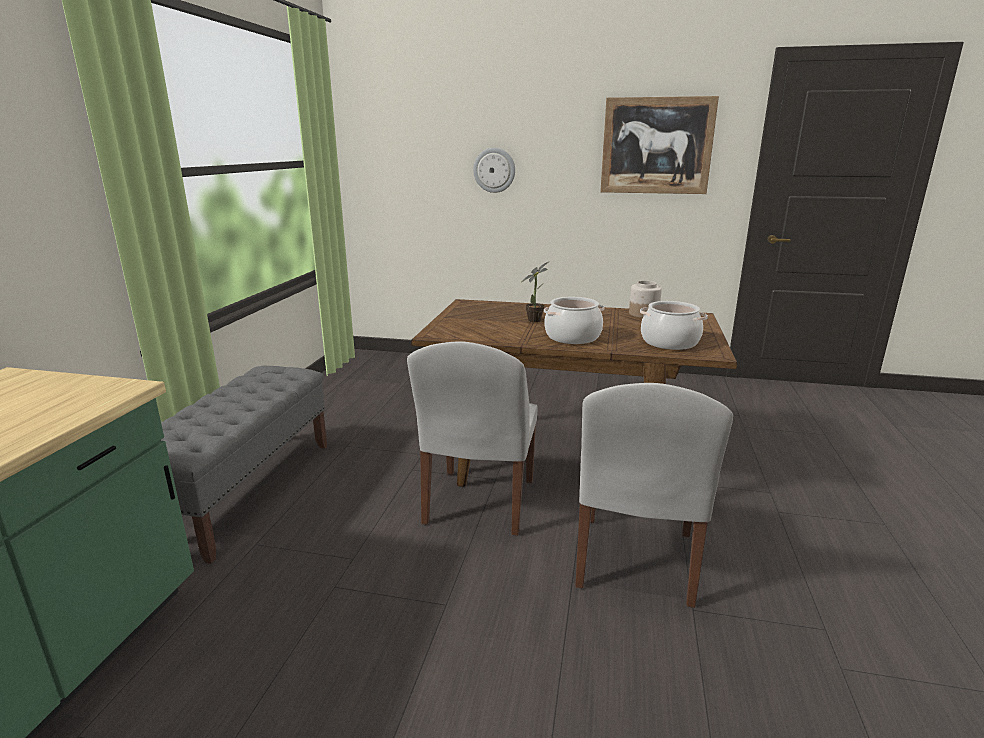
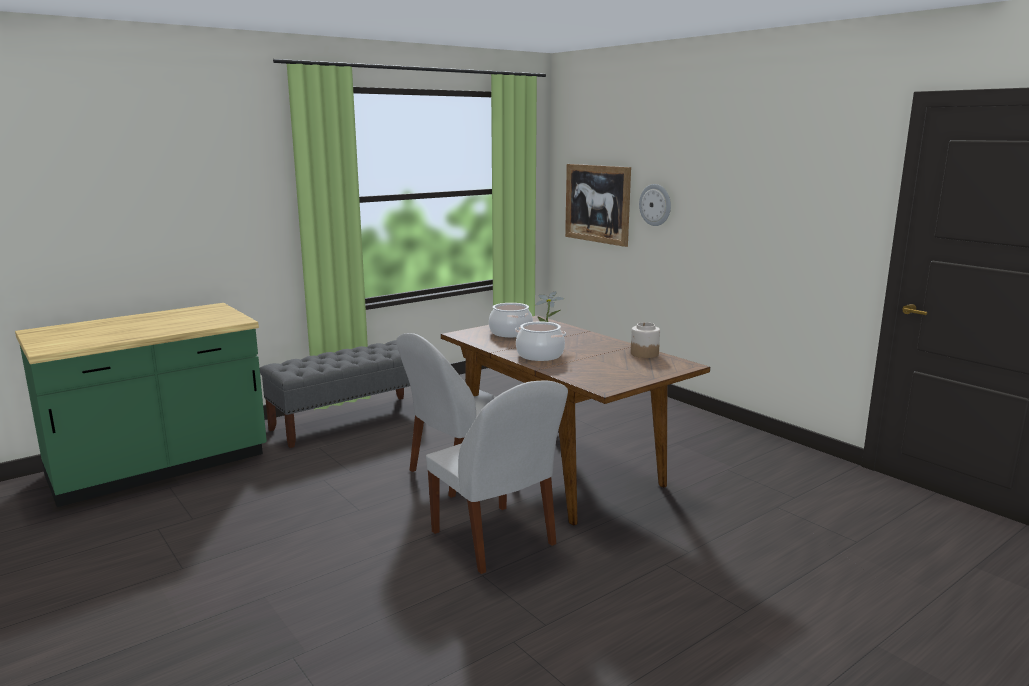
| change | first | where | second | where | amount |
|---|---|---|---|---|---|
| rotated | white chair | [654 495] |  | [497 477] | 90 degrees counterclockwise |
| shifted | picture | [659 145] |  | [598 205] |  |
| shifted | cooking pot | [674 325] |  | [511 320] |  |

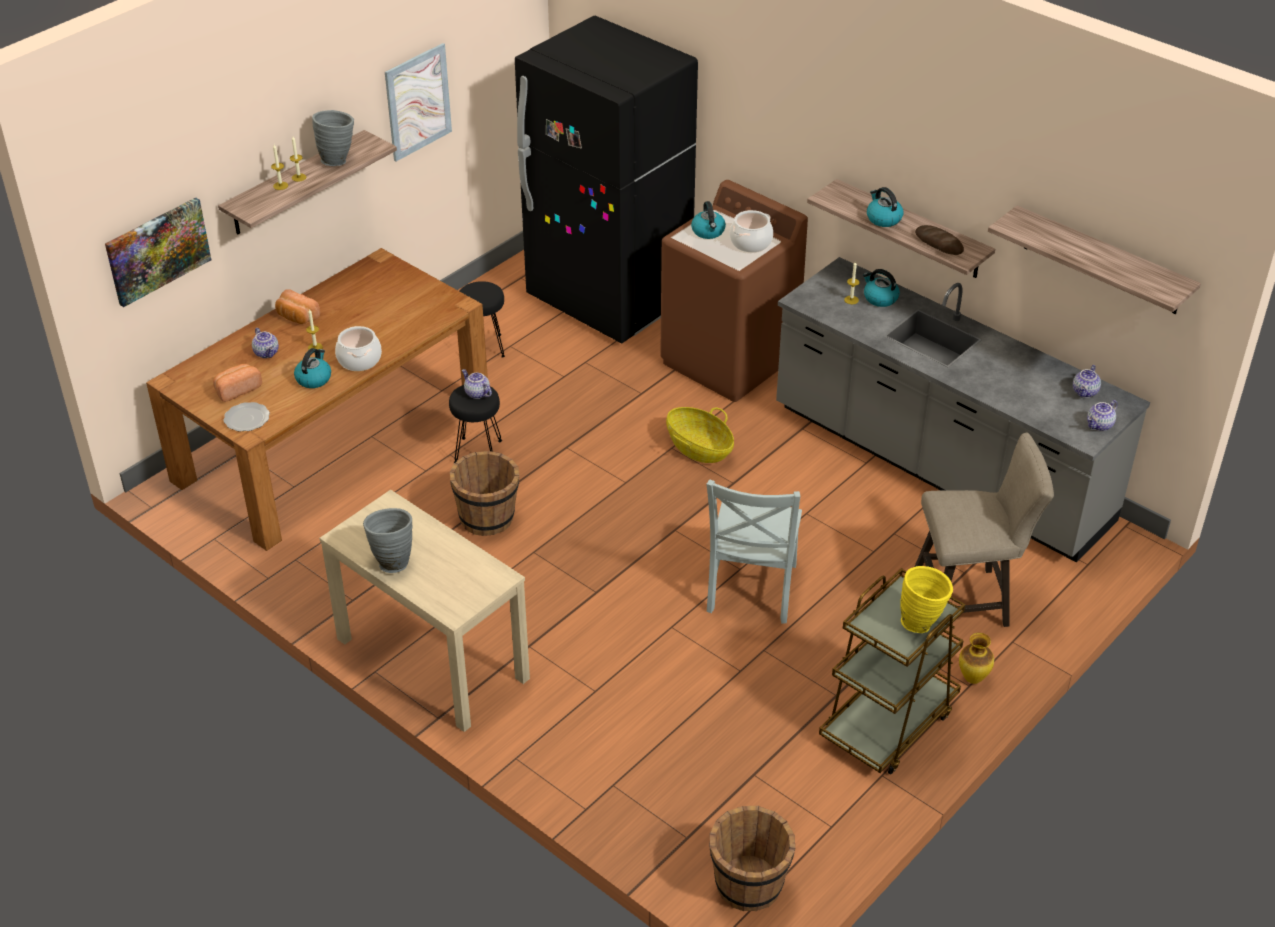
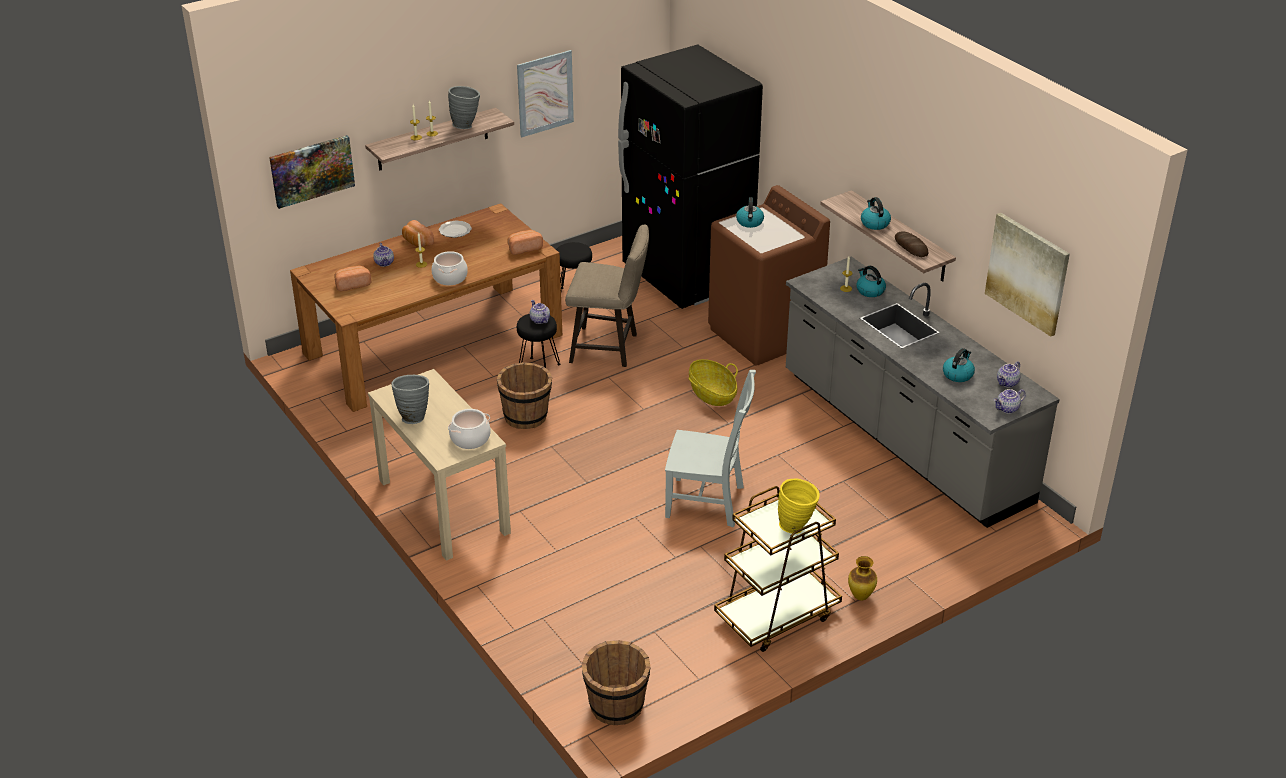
| change | first | where | second | where | amount |
|---|---|---|---|---|---|
| shifted | plate | [246 416] |  | [455 229] |  |
| shifted | kettle | [312 368] |  | [959 365] |  |
| rotated | grey chair | [754 551] |  | [710 448] | 105 degrees counterclockwise |
| shifted | cooking pot | [751 231] |  | [469 429] |  |
| shifted | beige stool | [984 529] |  | [607 296] |  |
| swapped | shelf | [1094 259] | picture | [1027 275] |  |
| new |  |  | bread | [525 242] |  |

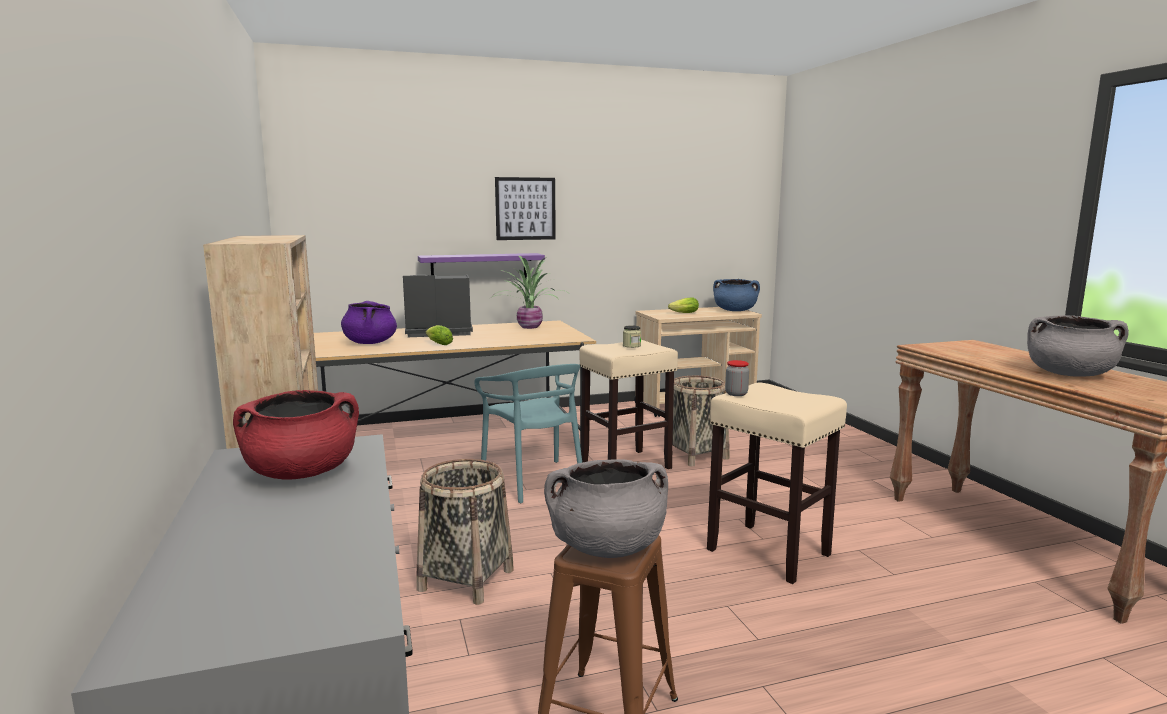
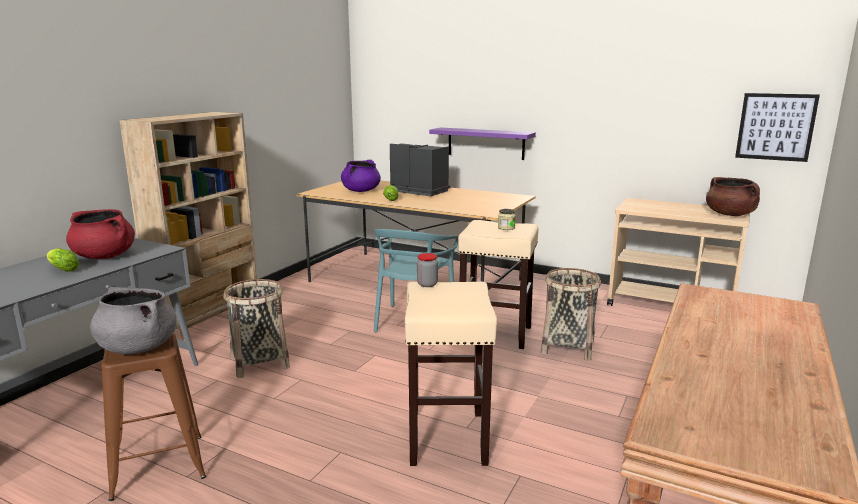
| change | first | where | second | where | amount |
|---|---|---|---|---|---|
| gone | potted plant | [527 292] |  |  |  |
| shifted | picture | [525 208] |  | [777 127] |  |
| shifted | lettuce | [683 305] |  | [63 260] |  |
| repainted | blue cooking pot | [736 295] | brown cooking pot | [733 196] |  |
| gone | grey cooking pot | [1078 346] |  |  |  |

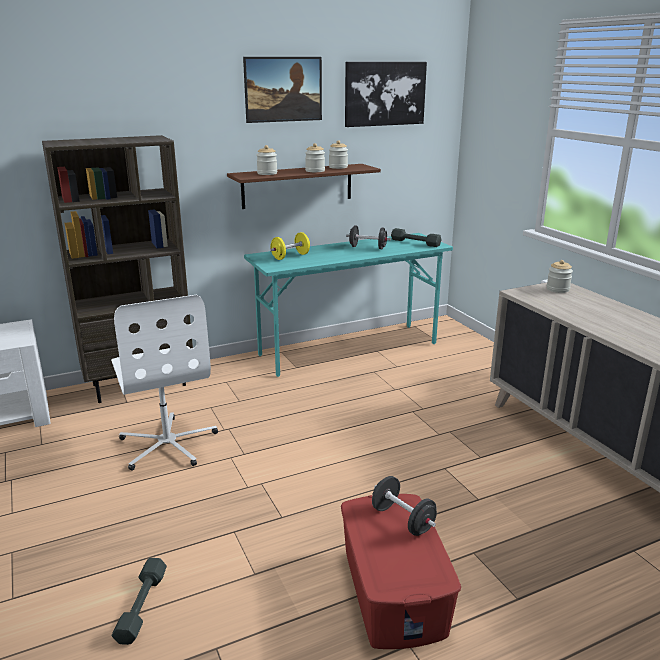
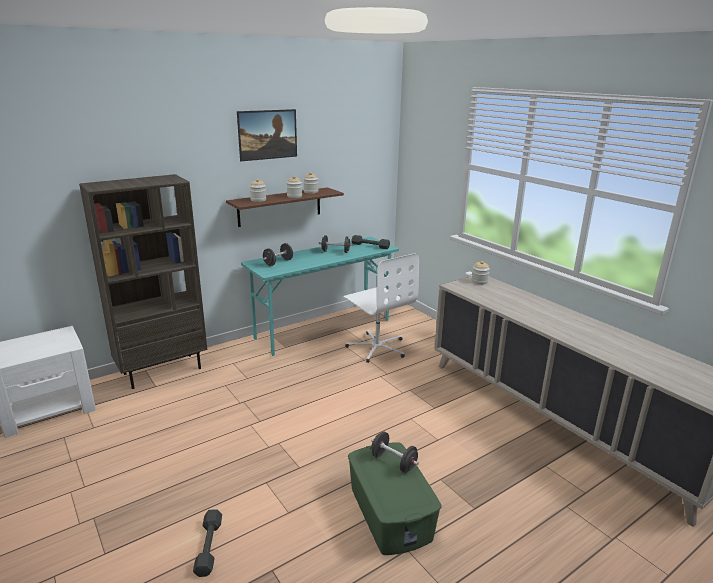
| change | first | where | second | where | amount |
|---|---|---|---|---|---|
| shifted | white office chair | [164 383] |  | [381 308] |  |
| repainted | yellow dumbbell | [290 246] | black dumbbell | [278 254] |  |
| repainted | red storage box | [401 571] | green storage box | [395 498] |  |
| gone | picture | [386 94] |  |  |  |

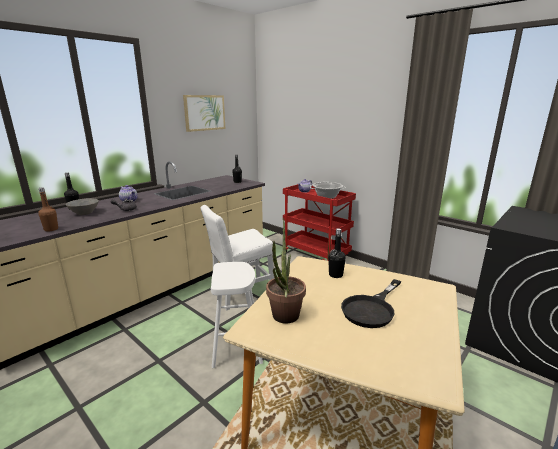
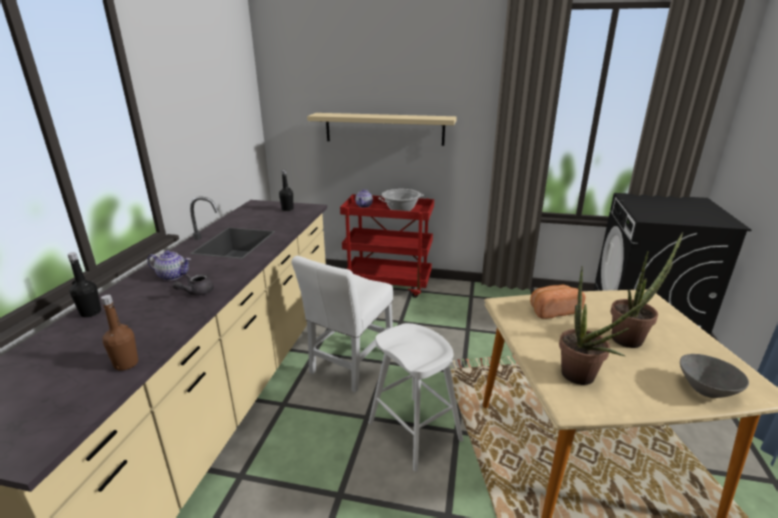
| change | first | where | second | where | amount |
|---|---|---|---|---|---|
| shifted | grey bowl | [82 206] |  | [714 376] |  |
| gone | picture | [204 113] |  |  |  |
| swapped | black bottle | [337 253] | bread | [558 302] |  |
| swapped | black frying pan | [371 303] | potted plant | [647 290] |  |
| new |  |  | beige shelf | [382 129] |  |

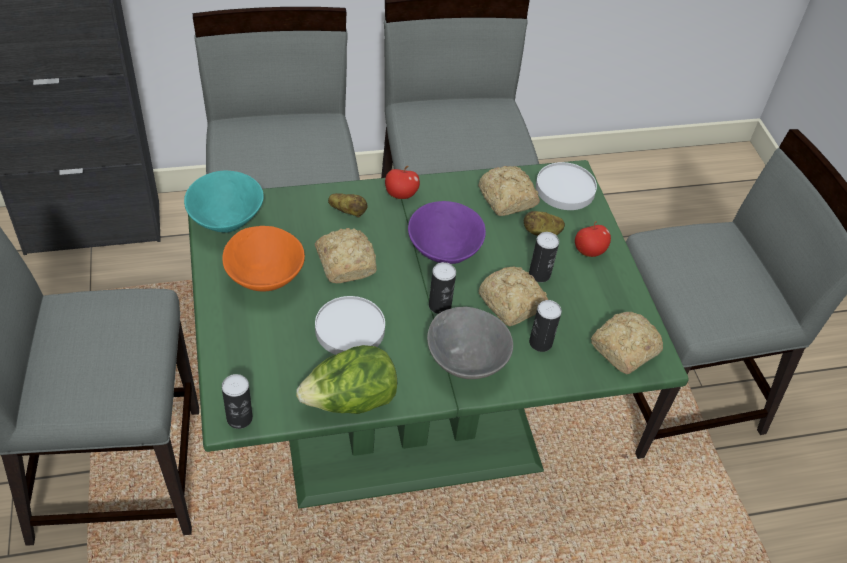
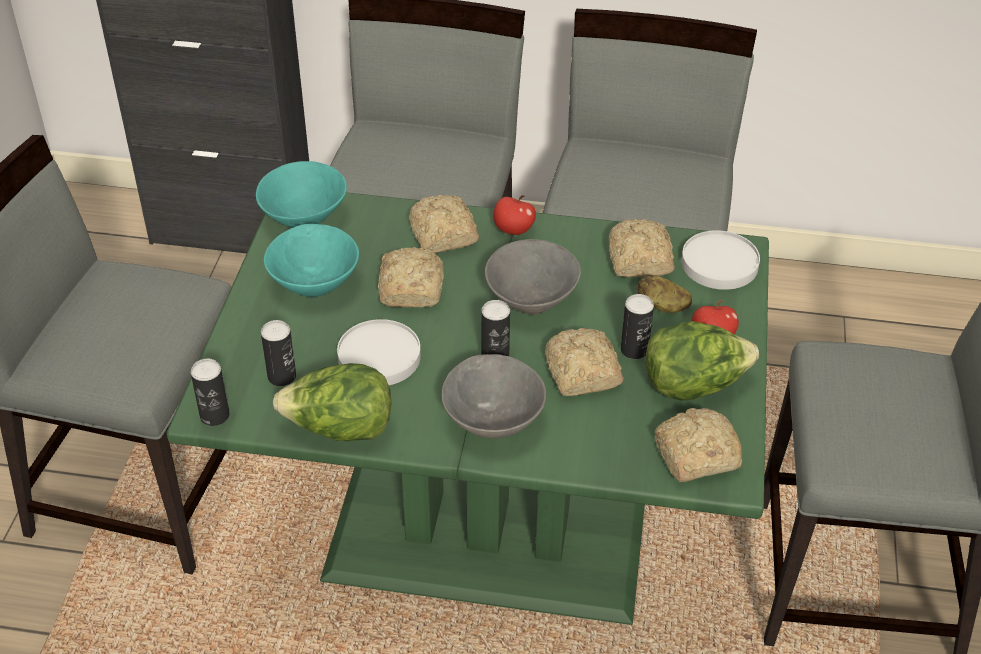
| change | first | where | second | where | amount |
|---|---|---|---|---|---|
| repainted | orange bowl | [263 259] | turquoise bowl | [311 260] |  |
| swapped | potato | [348 205] | bread | [444 224] |  |
| repainted | purple bowl | [447 232] | grey bowl | [533 277] |  |
| shifted | can | [545 326] |  | [278 353] |  |
| new |  |  | lettuce | [702 361] |  |

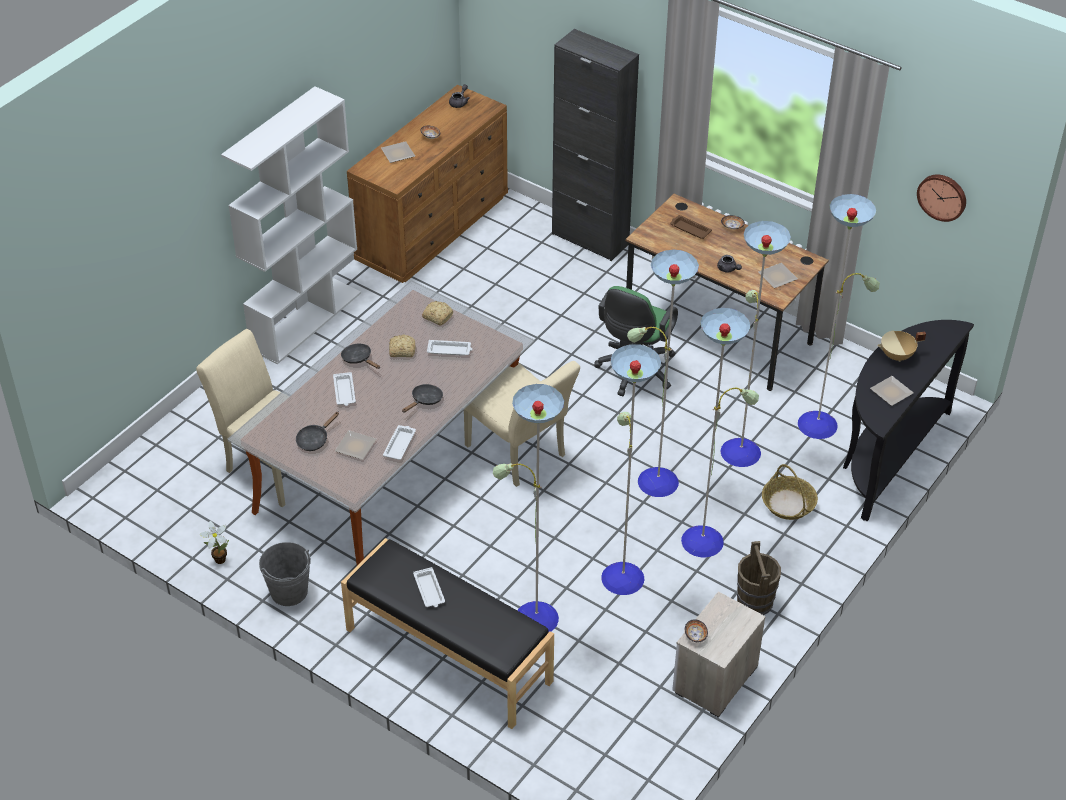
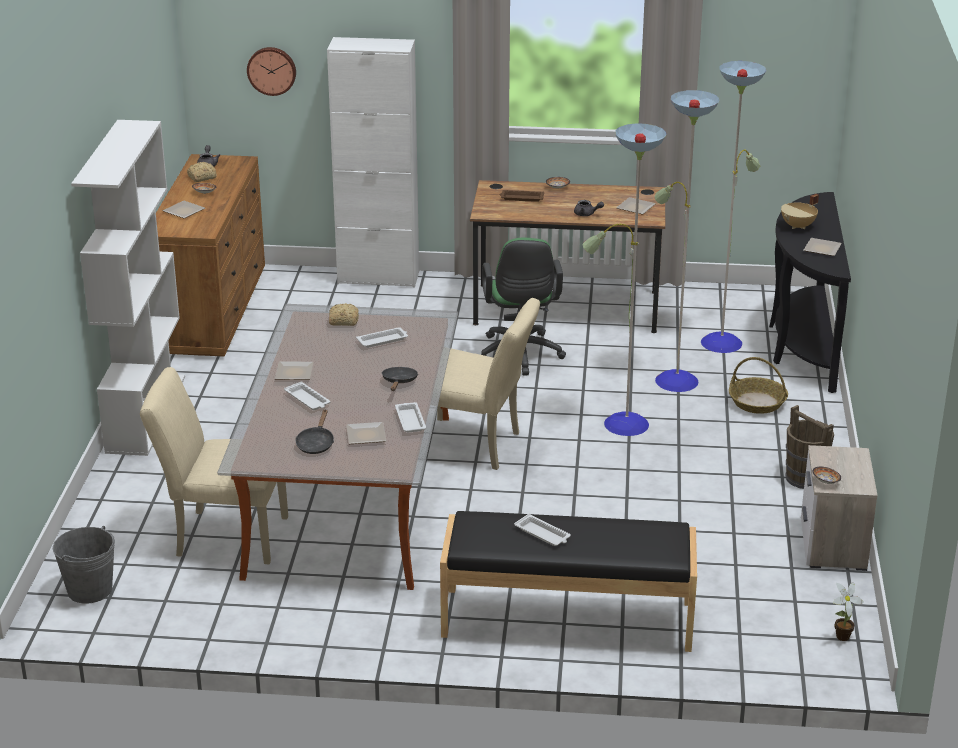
| change | first | where | second | where | amount |
|---|---|---|---|---|---|
| shifted | potted plant | [214 542] |  | [848 611] |  |
| shifted | grey bucket | [285 574] |  | [84 565] |  |
| swapped | black frying pan | [360 356] | plate | [294 370] |  |
| shifted | bread | [402 345] |  | [202 172] |  |
| gone | floor lamp | [626 470] |  |  |  |
| repainted | black cabinet | [595 145] | white cabinet | [373 162] |  |
| shifted | wall clock | [941 198] |  | [271 71] |  |

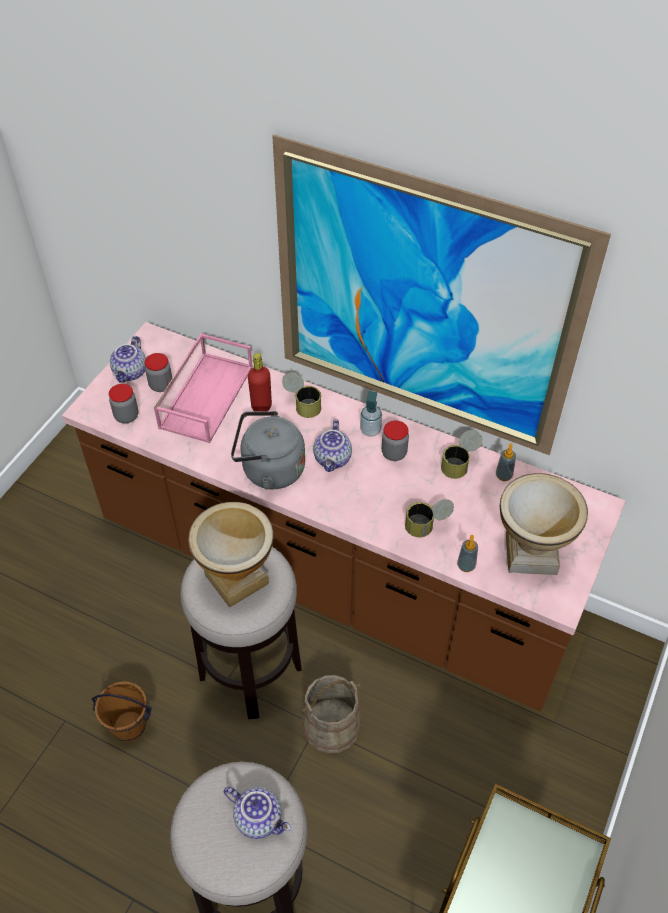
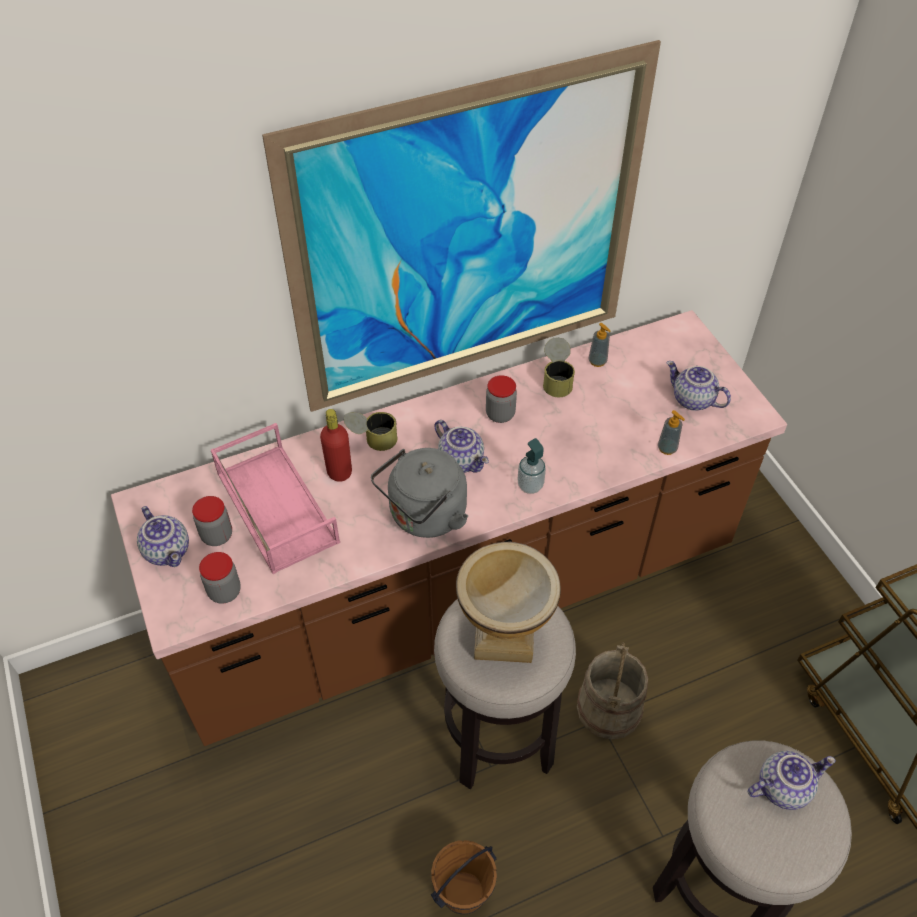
| change | first | where | second | where | amount |
|---|---|---|---|---|---|
| shifted | soap dispenser | [371 414] |  | [531 466] |  |
| gone | can | [429 518] |  |  |  |
| swapped | vase | [543 524] | teapot | [699 386] |  |

